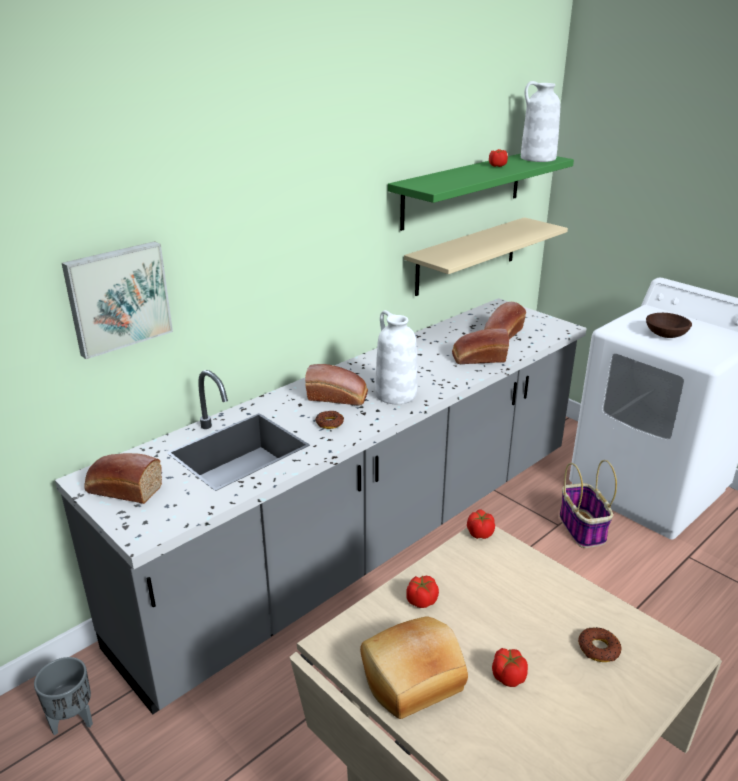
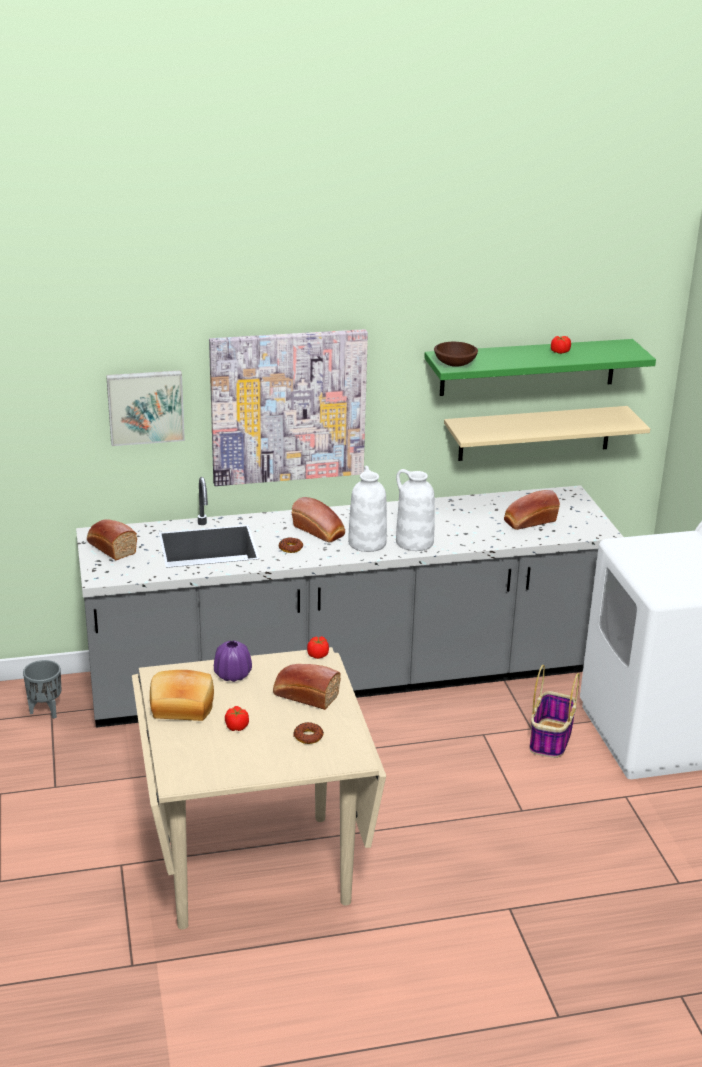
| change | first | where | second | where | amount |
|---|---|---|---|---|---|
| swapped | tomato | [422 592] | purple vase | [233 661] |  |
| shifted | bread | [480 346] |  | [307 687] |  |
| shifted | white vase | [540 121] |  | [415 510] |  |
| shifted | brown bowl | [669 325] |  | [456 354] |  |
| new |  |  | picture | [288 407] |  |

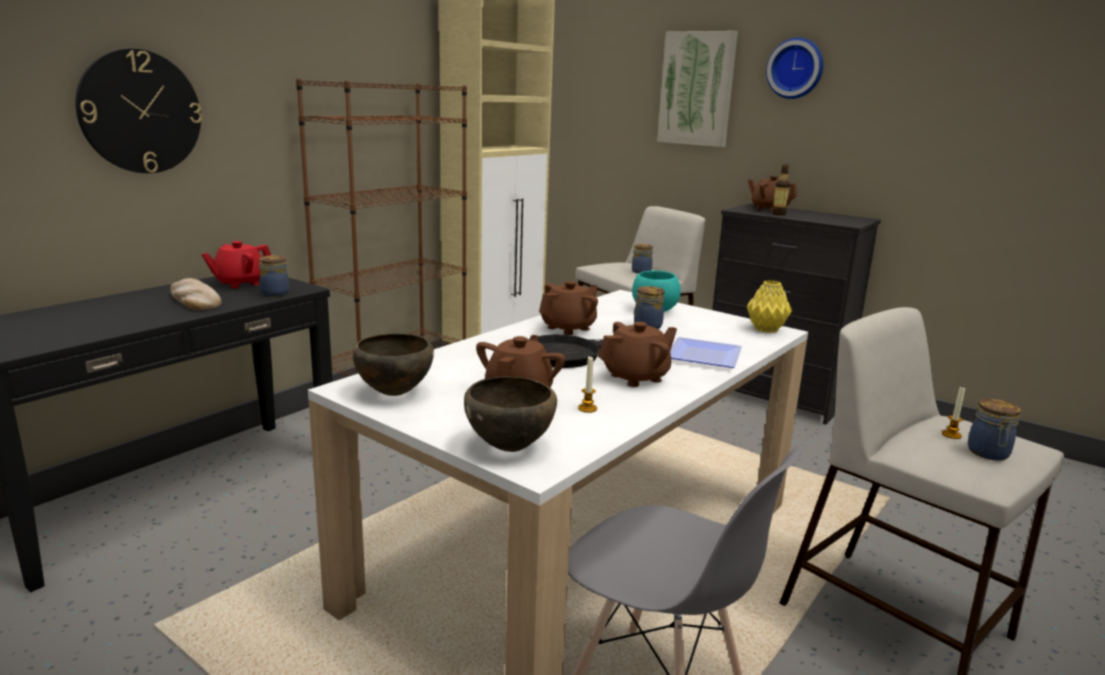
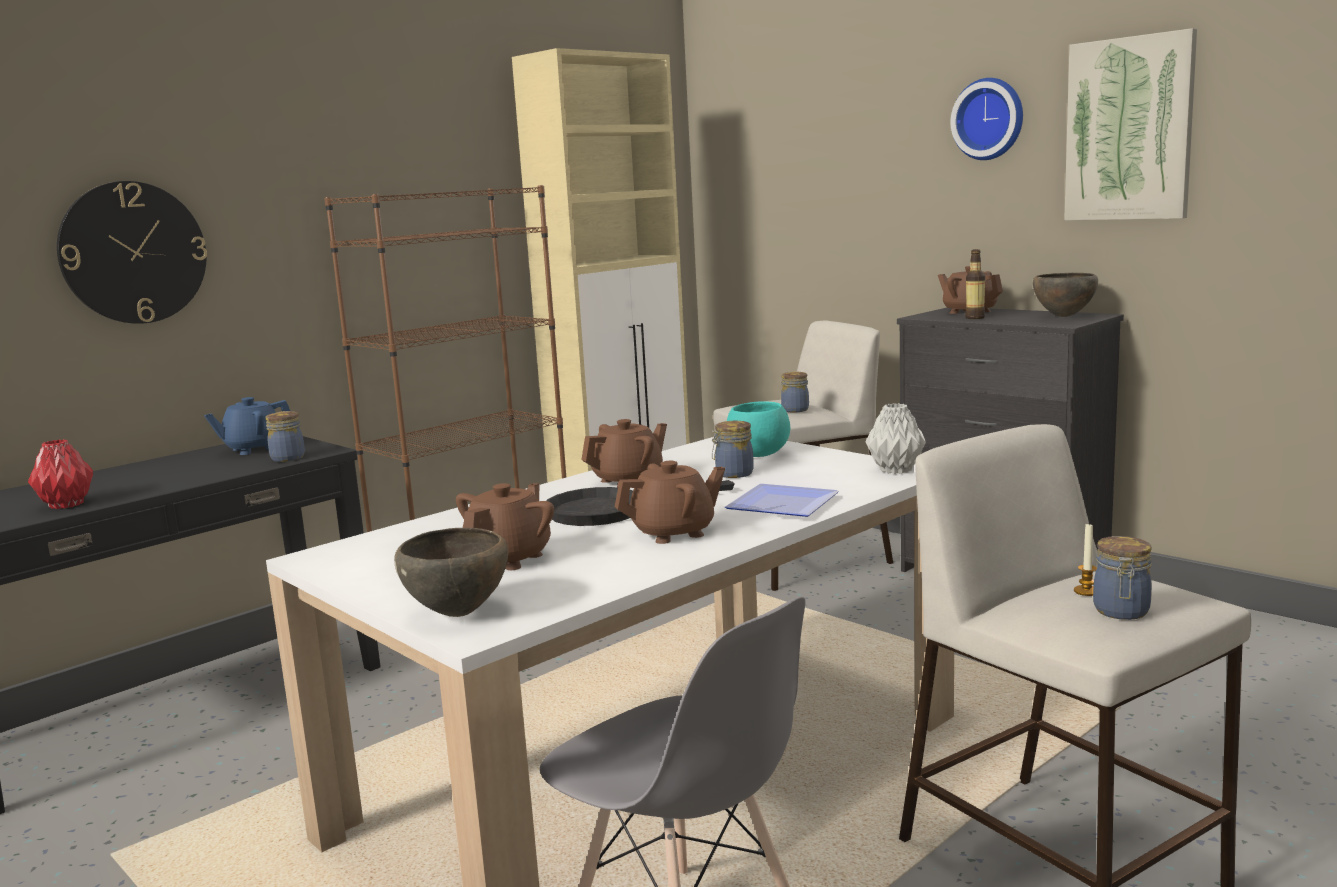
| change | first | where | second | where | amount |
|---|---|---|---|---|---|
| gone | bread | [196 294] |  |  |  |
| repainted | red teapot | [236 264] | blue teapot | [247 426] |  |
| shifted | brown bowl | [393 364] |  | [1065 295] |  |
| gone | candle | [587 385] |  |  |  |
| shifted | picture | [697 89] |  | [1130 124] |  |
| repainted | yellow vase | [769 306] | grey vase | [896 438] |  |
| new |  |  | red vase | [60 474] |  |

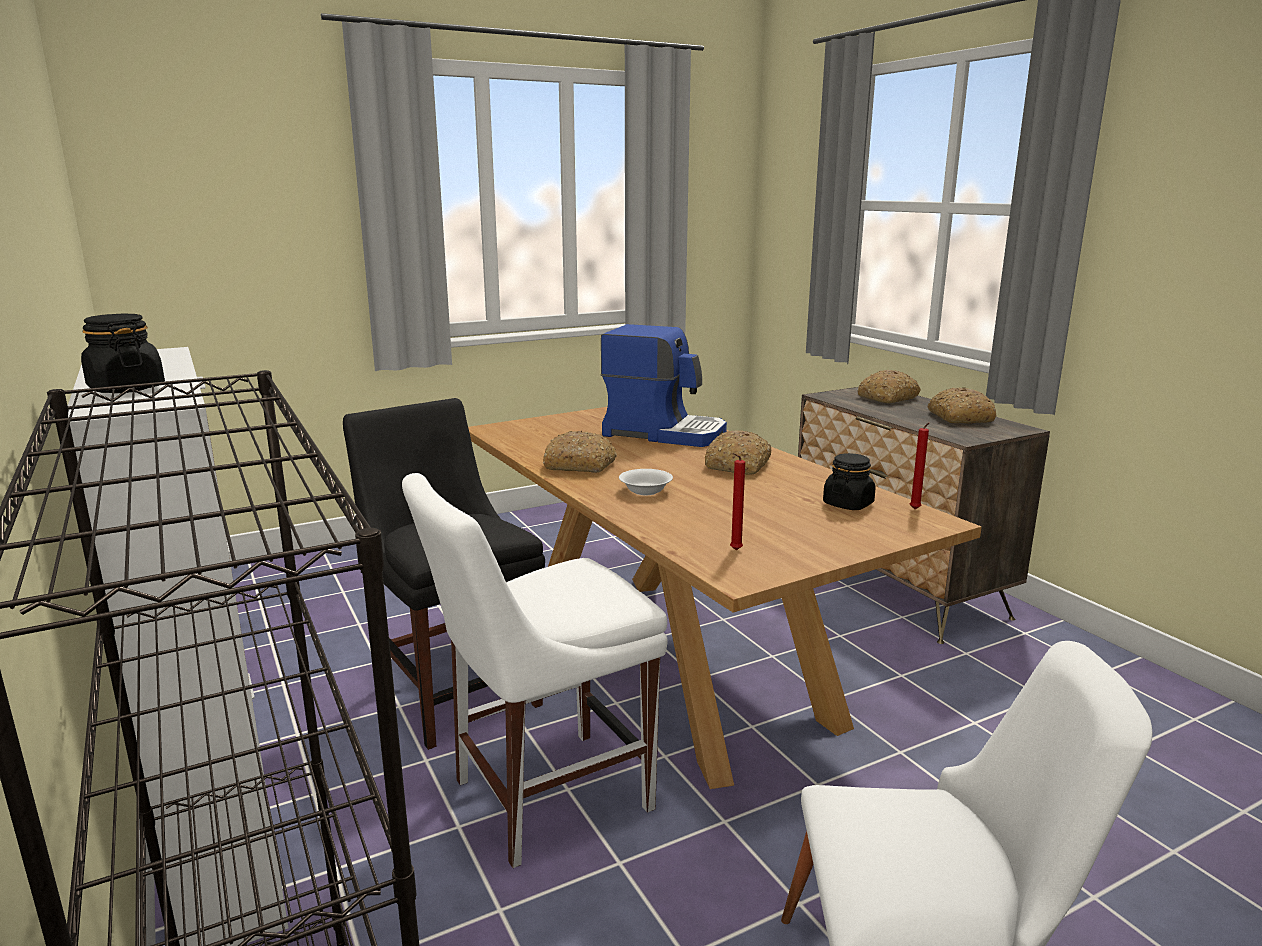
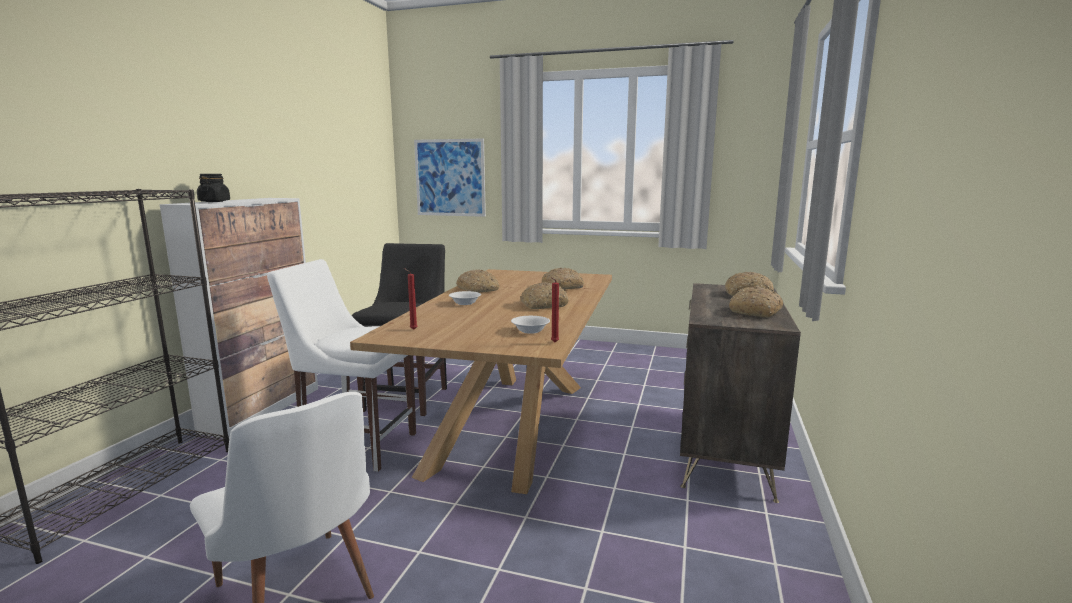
| change | first | where | second | where | amount |
|---|---|---|---|---|---|
| swapped | coffee machine | [664 385] | bread | [563 279] |  |
| swapped | black jar | [849 481] | white bowl | [530 325] |  |
| new |  |  | picture | [450 177] |  |

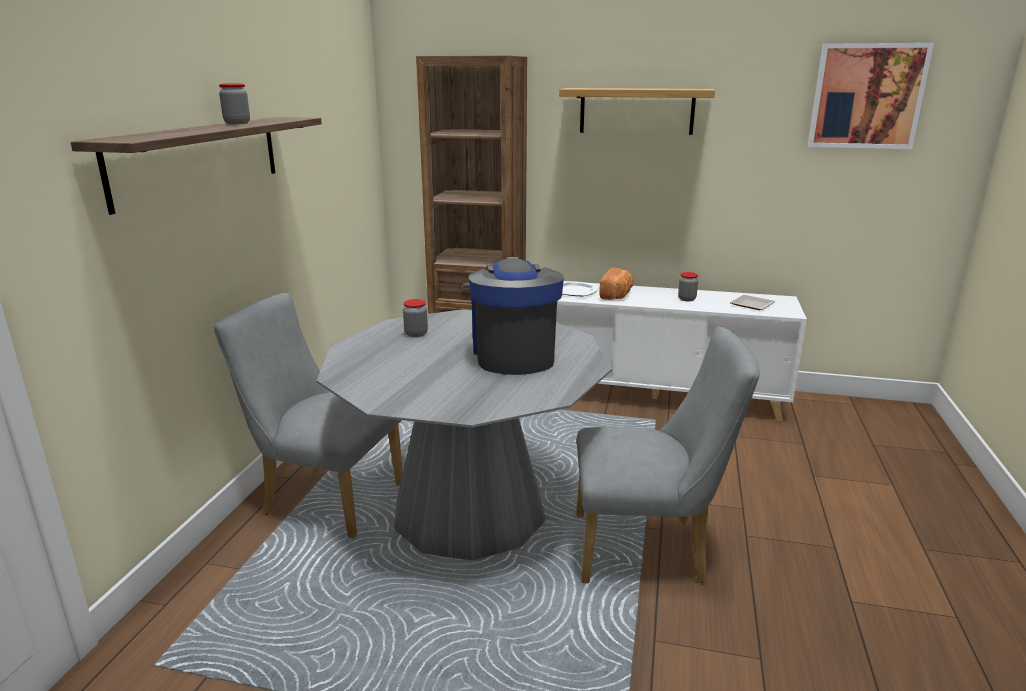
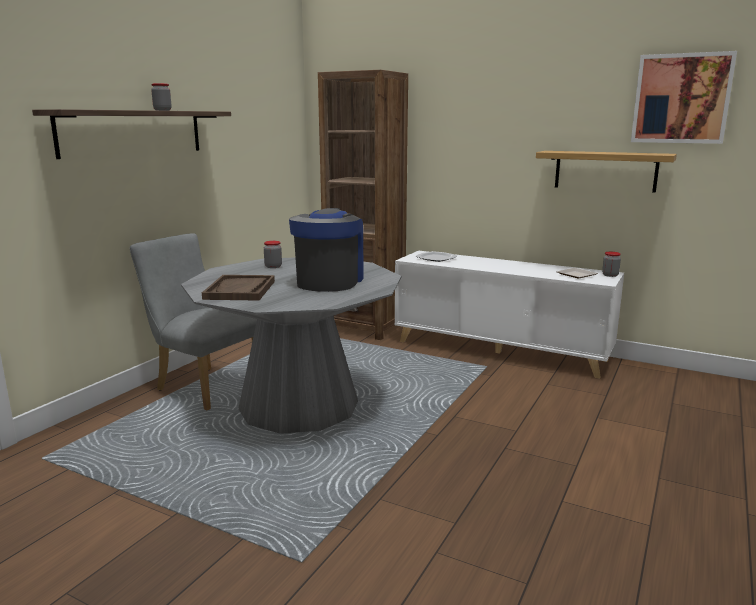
| change | first | where | second | where | amount |
|---|---|---|---|---|---|
| shifted | shelf | [637 111] |  | [606 172] |  |
| gone | grey chair | [668 454] |  |  |  |
| gone | bread | [616 283] |  |  |  |
| shifted | jar | [688 286] |  | [611 264] |  |
| new |  |  | brown tray | [238 288] |  |

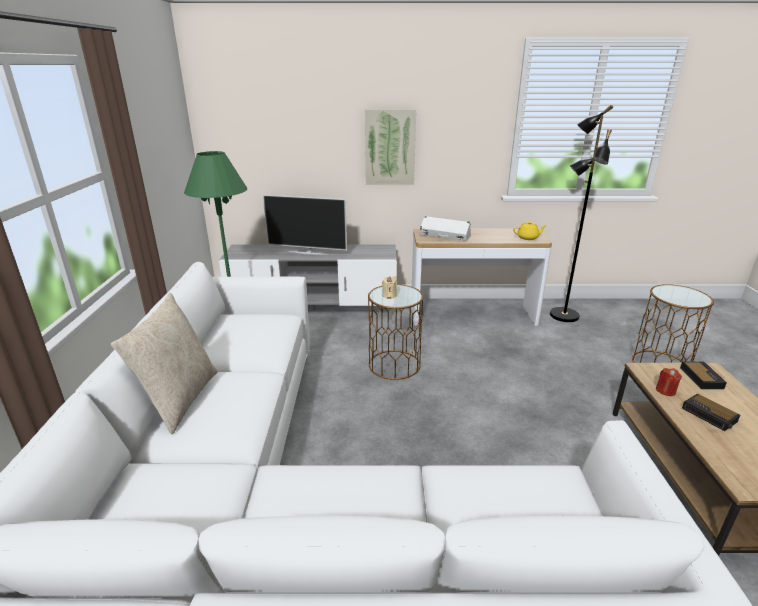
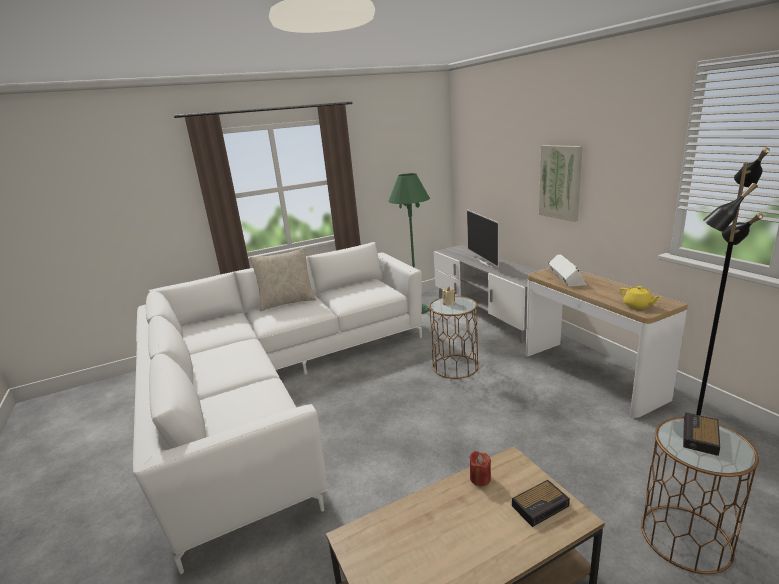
| change | first | where | second | where | amount |
|---|---|---|---|---|---|
| shifted | alarm clock | [711 412] |  | [701 434] |  |

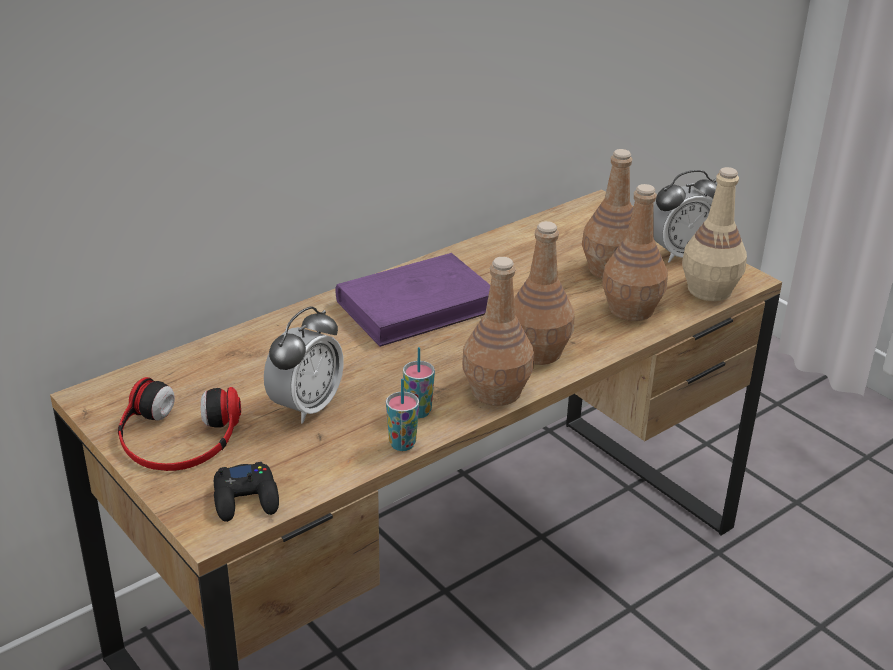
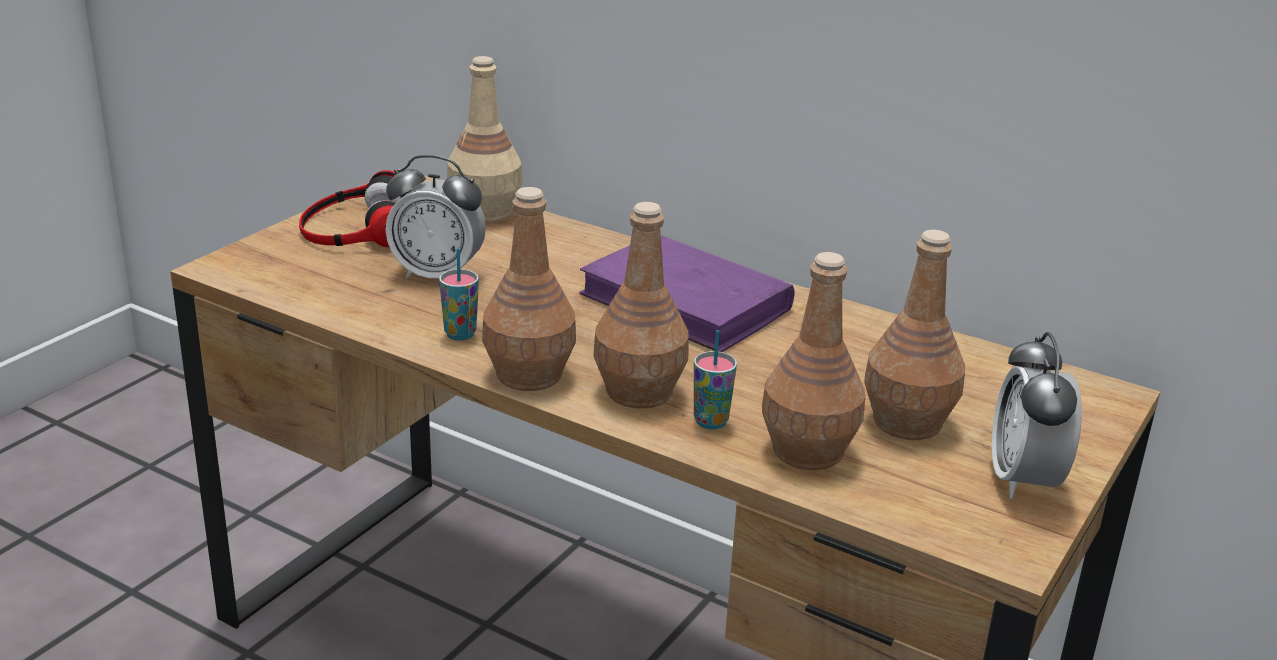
| change | first | where | second | where | amount |
|---|---|---|---|---|---|
| gone | black game controller | [246 492] |  |  |  |
| shifted | cup | [402 414] |  | [715 380] |  |
| rotated | alarm clock | [685 216] |  | [1037 415] | 45 degrees clockwise |
| shifted | beige bottle | [714 234] |  | [484 139] |  |

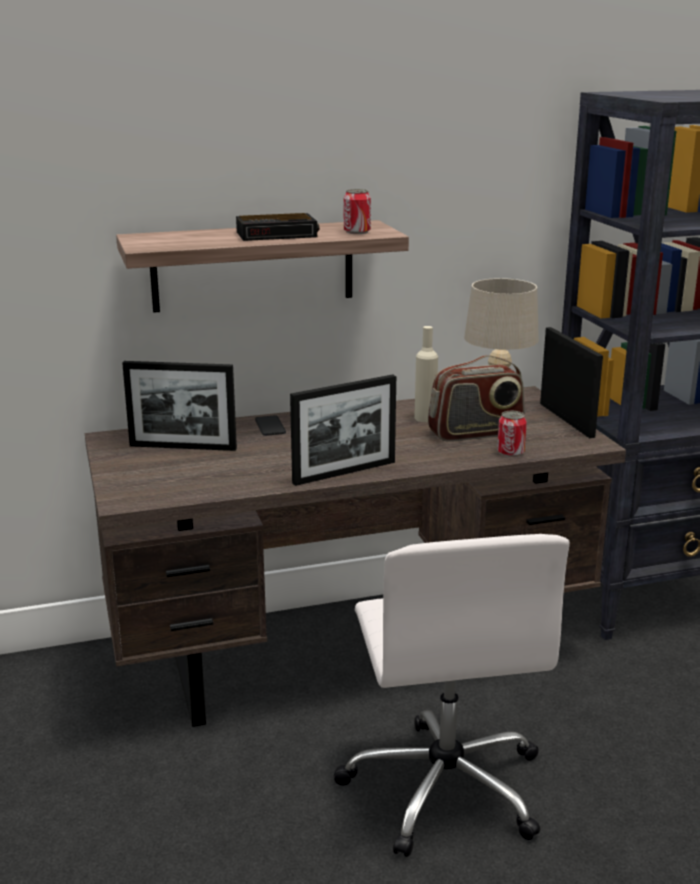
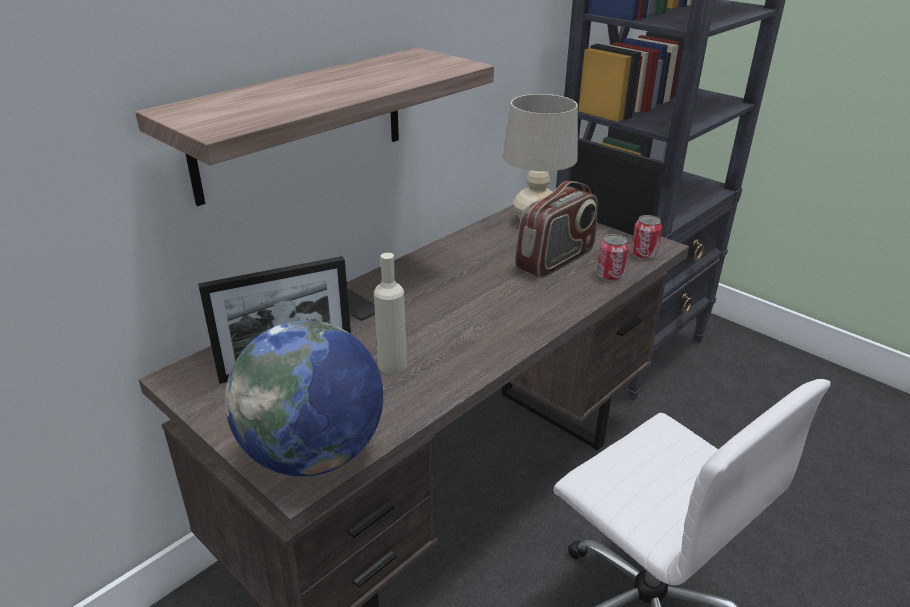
| change | first | where | second | where | amount |
|---|---|---|---|---|---|
| gone | alarm clock | [277 227] |  |  |  |
| gone | picture frame | [343 430] |  |  |  |
| shifted | can | [357 211] |  | [646 237] |  |
| shifted | beige bottle | [426 374] |  | [390 313] |  |
| new |  |  | globe | [304 398] |  |

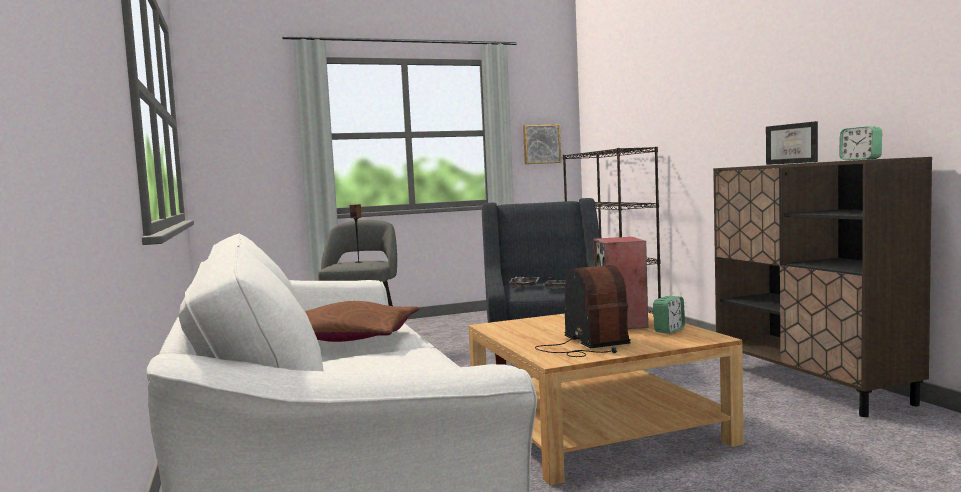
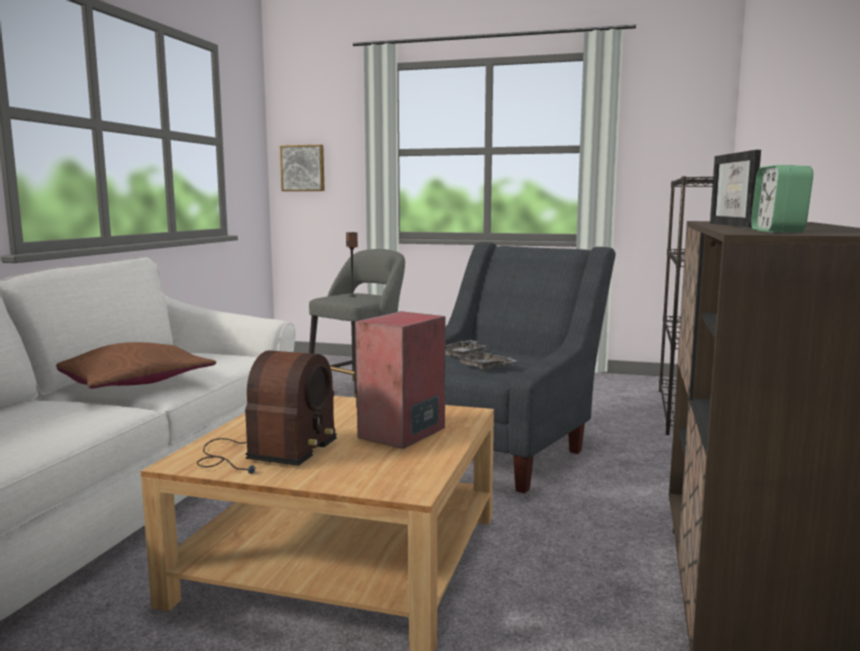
| change | first | where | second | where | amount |
|---|---|---|---|---|---|
| shifted | picture | [542 144] |  | [302 168] |  |
| gone | alarm clock | [669 315] |  |  |  |

